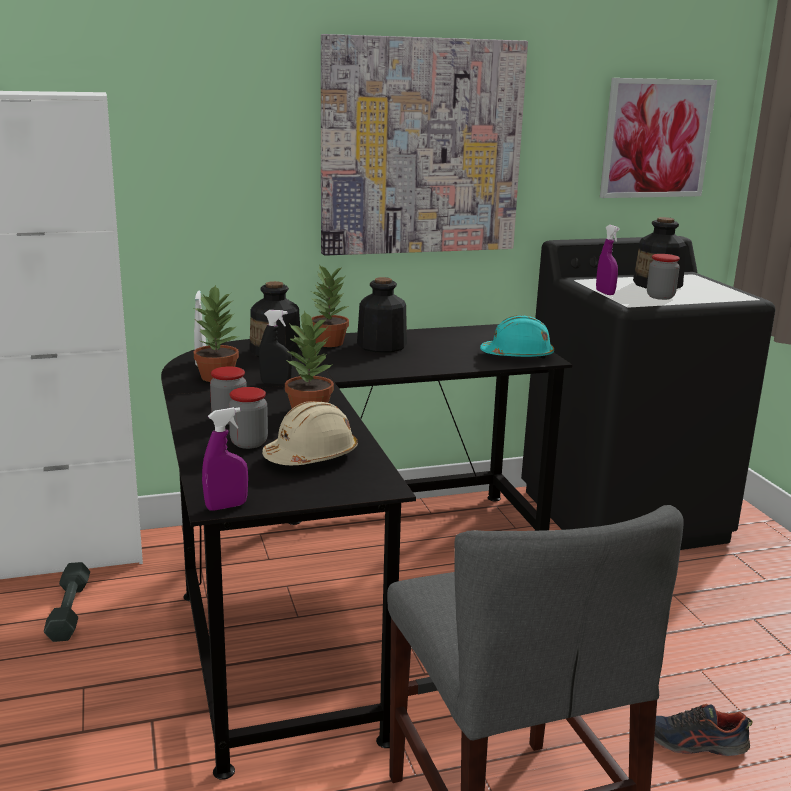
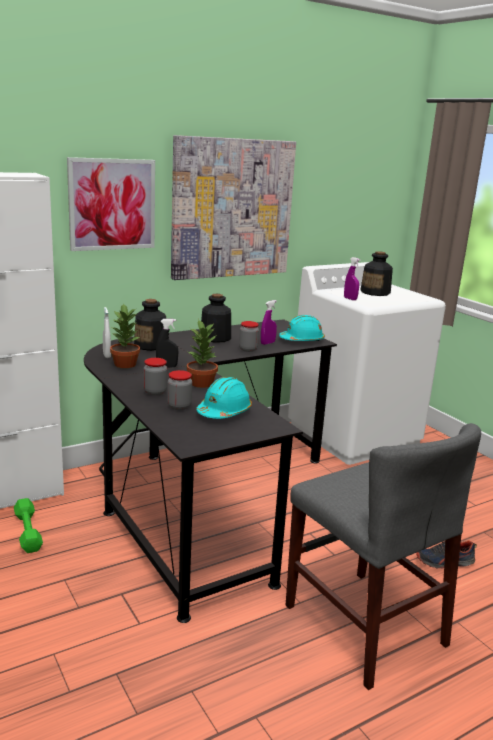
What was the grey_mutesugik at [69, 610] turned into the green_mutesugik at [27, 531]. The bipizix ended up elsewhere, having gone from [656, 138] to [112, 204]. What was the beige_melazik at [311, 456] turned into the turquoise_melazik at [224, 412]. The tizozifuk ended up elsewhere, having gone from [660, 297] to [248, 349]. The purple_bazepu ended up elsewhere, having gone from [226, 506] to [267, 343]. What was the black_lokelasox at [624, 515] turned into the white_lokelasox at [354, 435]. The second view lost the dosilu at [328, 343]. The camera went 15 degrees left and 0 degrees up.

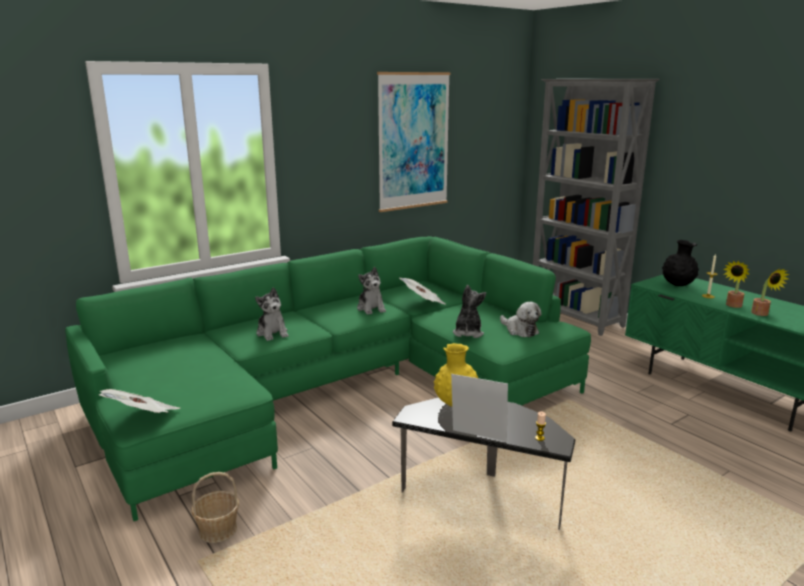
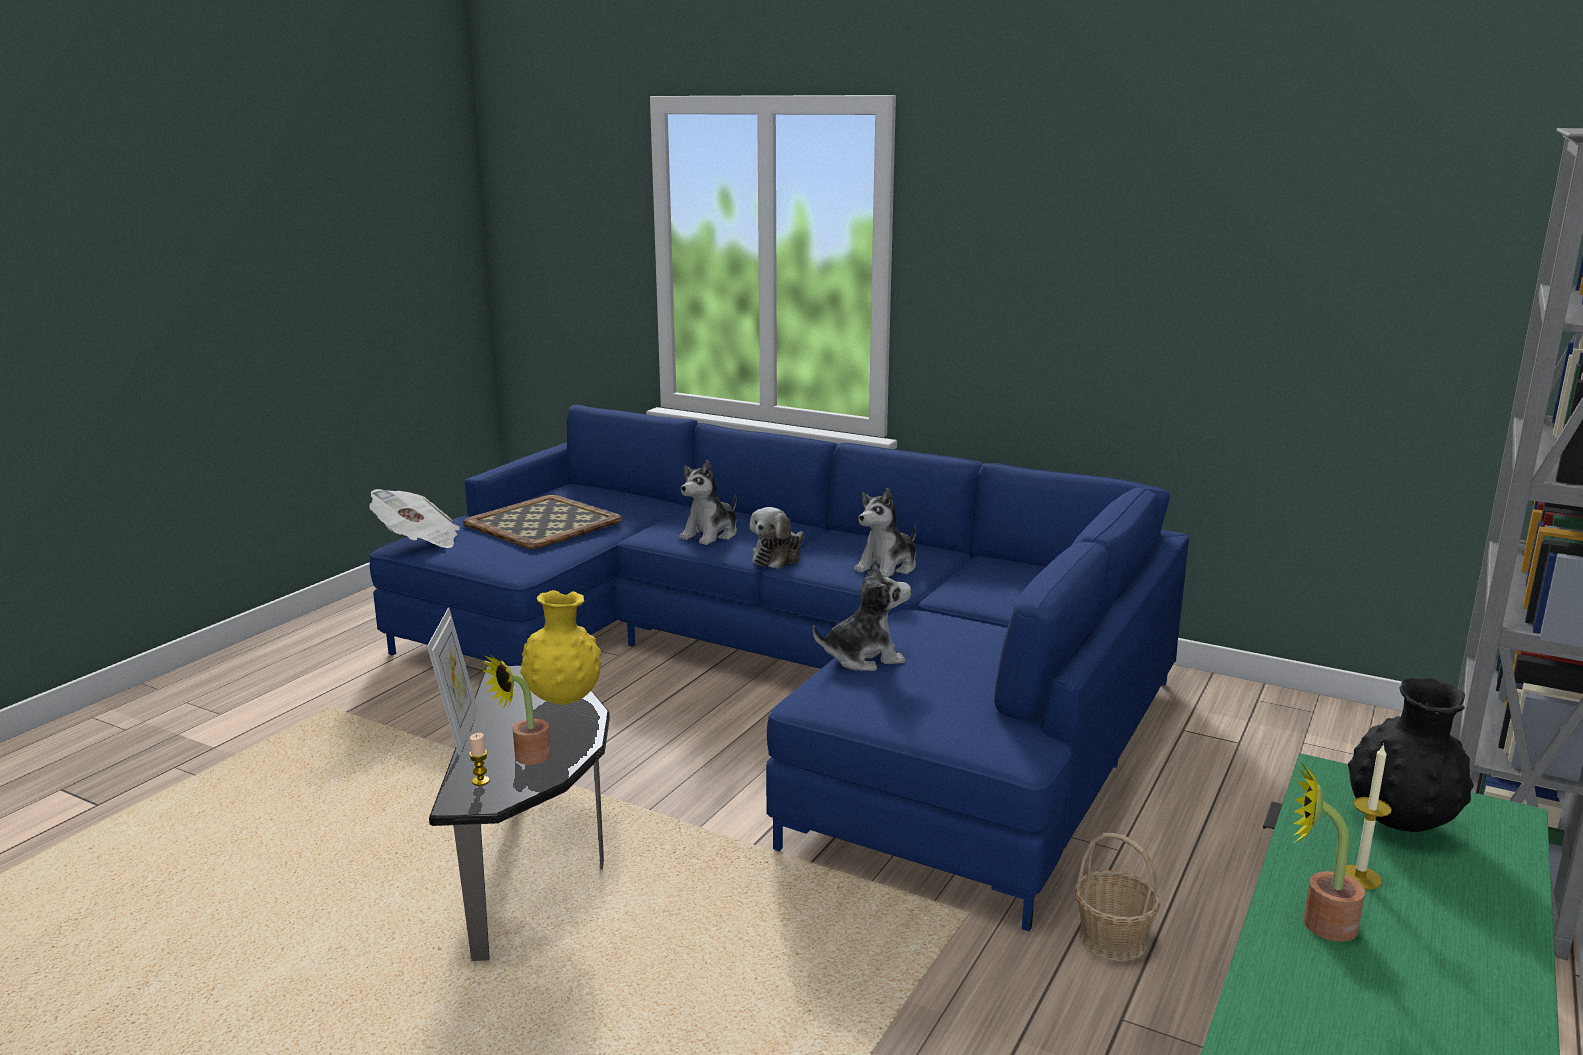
What was the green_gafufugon at [340, 388] turned into the blue_gafufugon at [788, 678]. The second view gained the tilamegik at [543, 523]. The dosilu ended up elsewhere, having gone from [762, 314] to [525, 758]. The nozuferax ended up elsewhere, having gone from [520, 330] to [778, 557]. The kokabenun ended up elsewhere, having gone from [217, 530] to [1112, 939]. The second view lost the bipizix at [413, 141]. The second view lost the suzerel at [423, 302]. The camera went 65 degrees right and 0 degrees up.

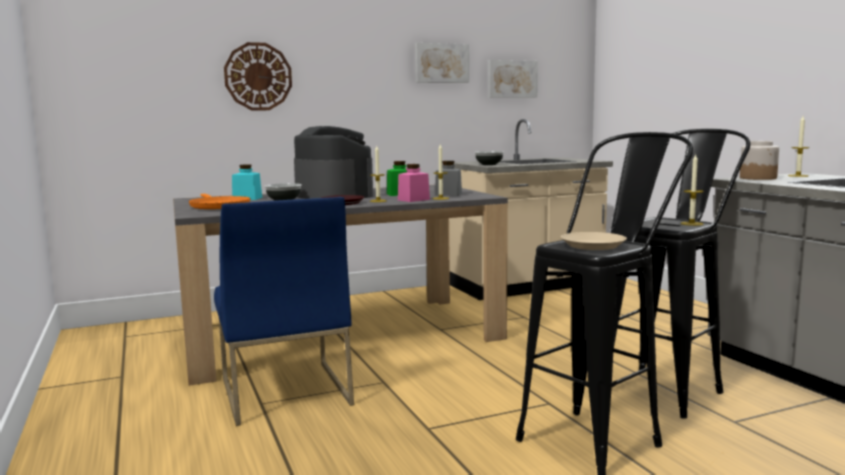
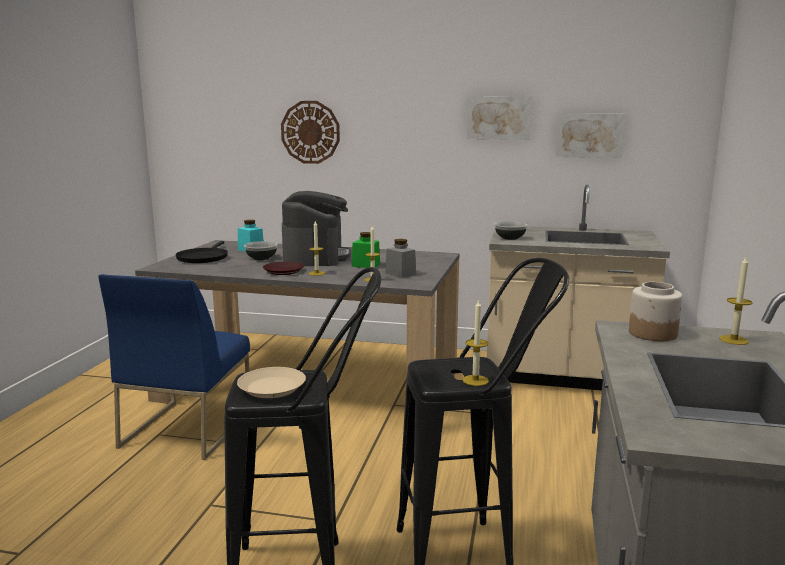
What was the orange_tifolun at [218, 206] turned into the black_tifolun at [203, 258]. The second view lost the pink_tizozifuk at [413, 200]. The camera went 35 degrees right and 5 degrees up.

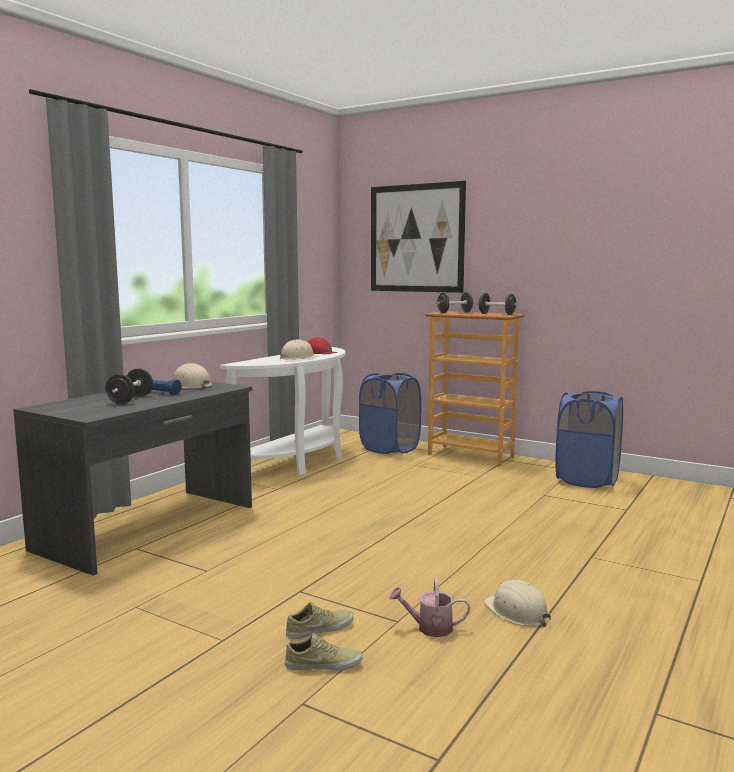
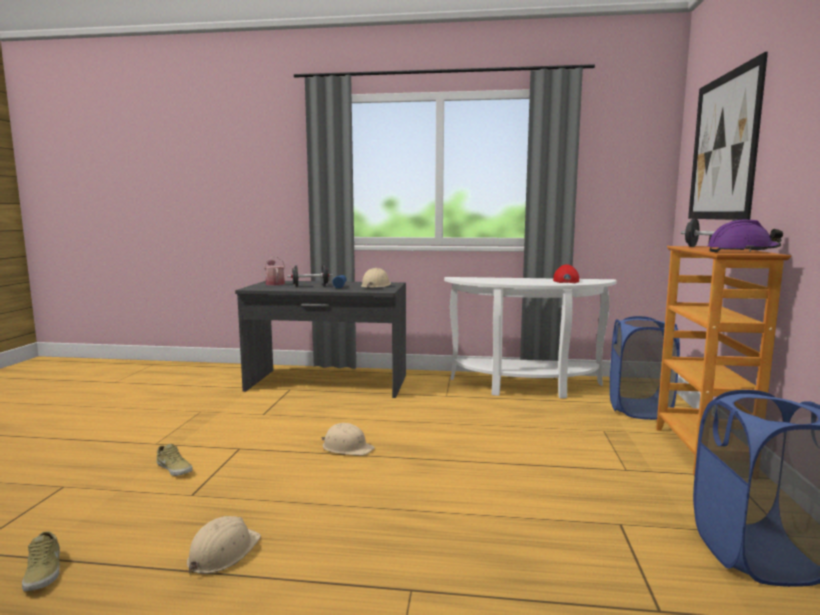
The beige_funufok ended up elsewhere, having gone from [323, 663] to [44, 571]. The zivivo ended up elsewhere, having gone from [429, 628] to [274, 283]. The beige_melazik ended up elsewhere, having gone from [298, 358] to [347, 447]. Where the black_mutesugik stood at [497, 314], the purple_melazik came to stand at [742, 252]. The camera went 65 degrees right and 0 degrees up.

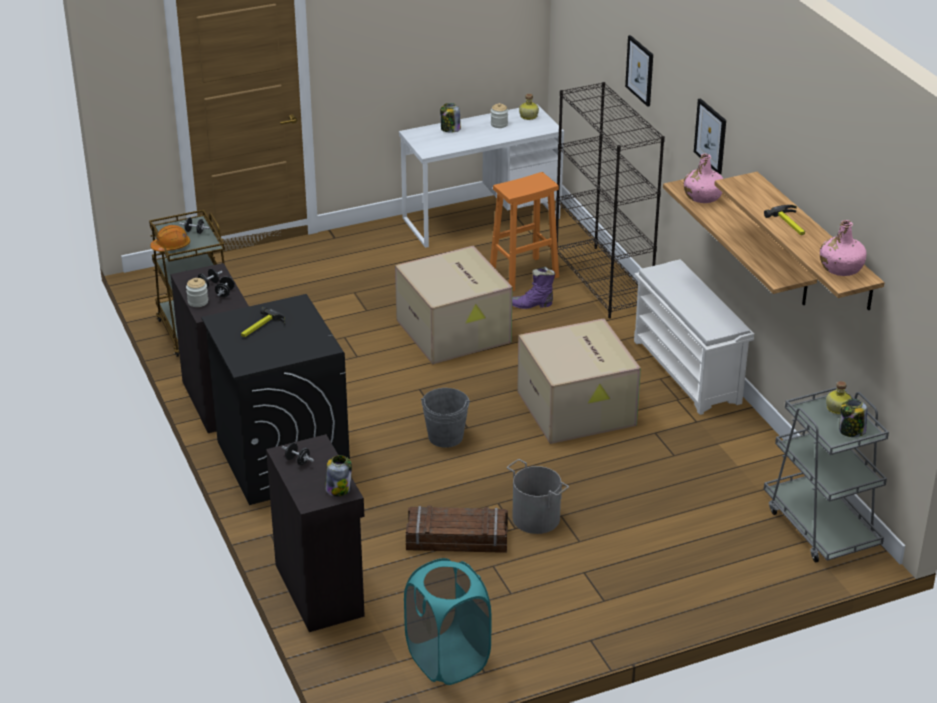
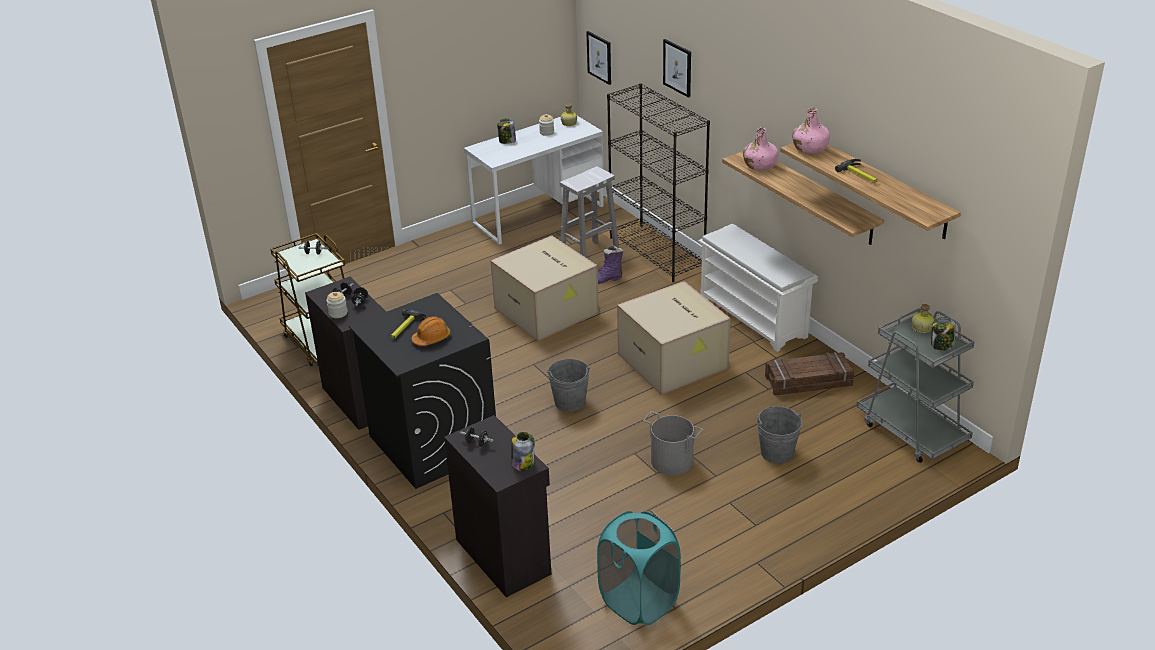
The orange_melazik ended up elsewhere, having gone from [171, 246] to [431, 338]. What was the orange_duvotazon at [523, 274] turned into the white_duvotazon at [589, 256]. The bipizix ended up elsewhere, having gone from [711, 136] to [599, 57]. The second view gained the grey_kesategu at [777, 453]. The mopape ended up elsewhere, having gone from [457, 539] to [808, 381]. The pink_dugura ended up elsewhere, having gone from [841, 268] to [810, 148]. The camera went 10 degrees left and 0 degrees up.

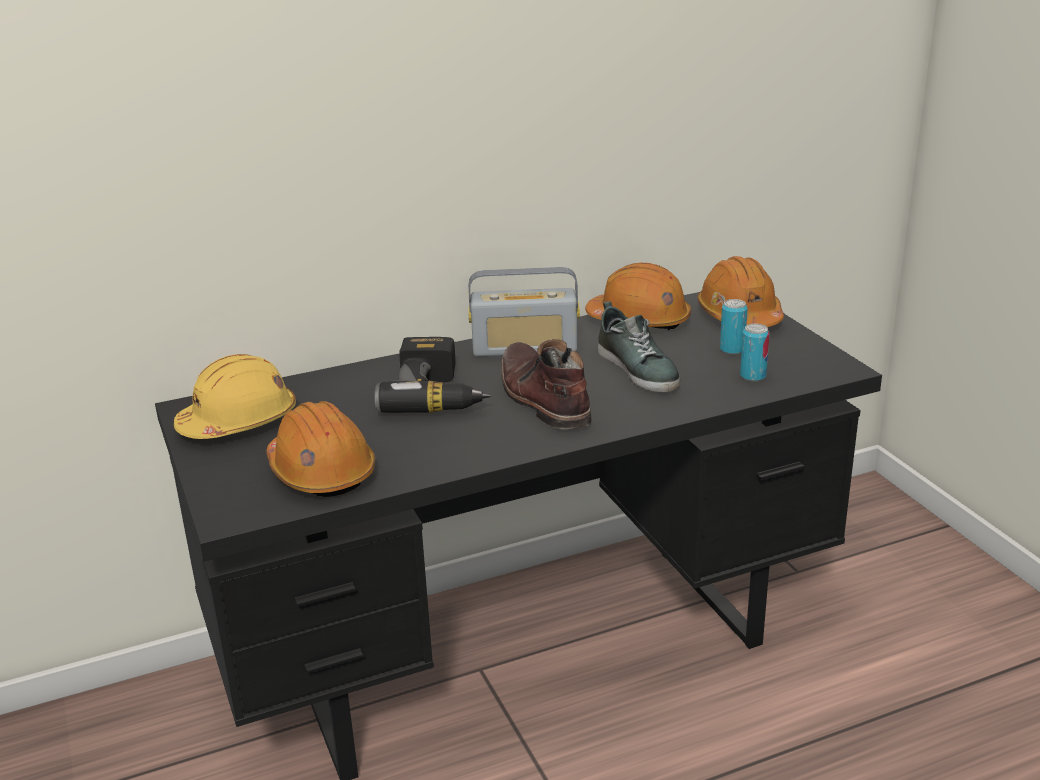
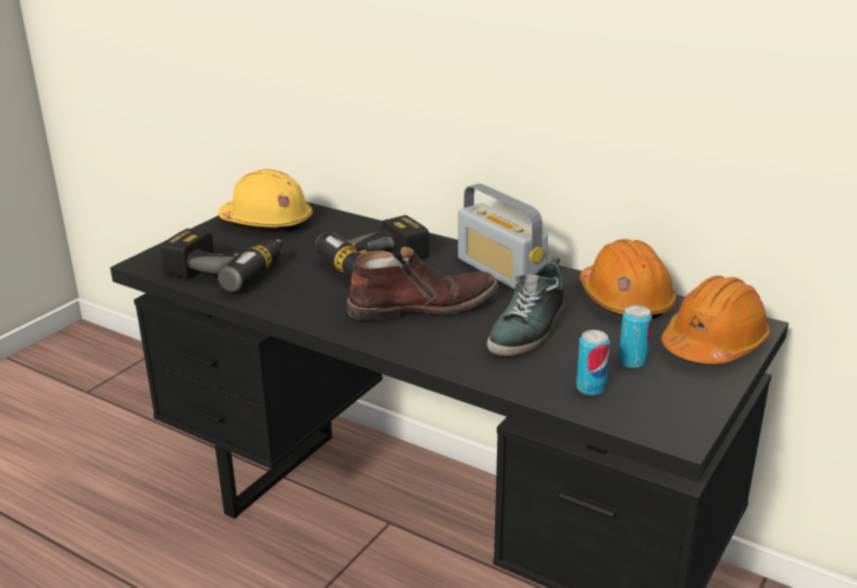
Where the orange_melazik stood at [321, 472], the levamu came to stand at [227, 269]. The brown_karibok at [542, 398] ended up facing another way, 45 degrees clockwise from before. The camera went 55 degrees right and 0 degrees up.

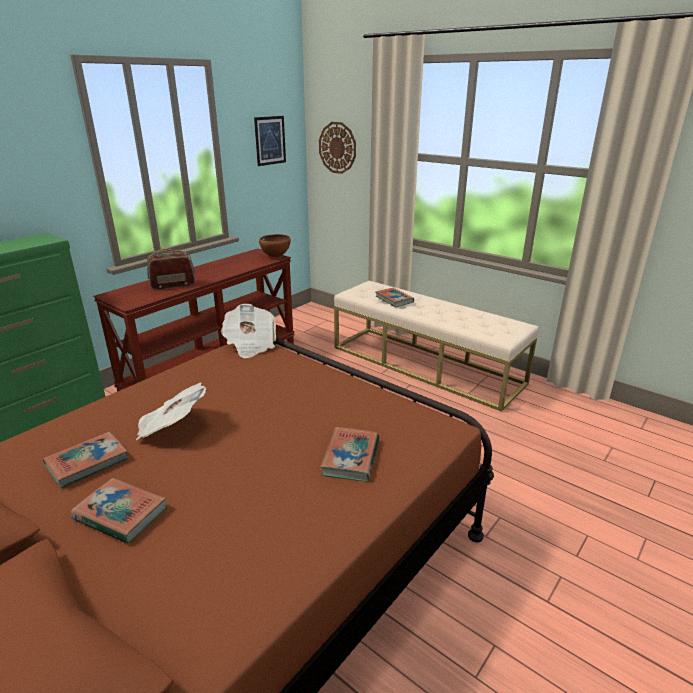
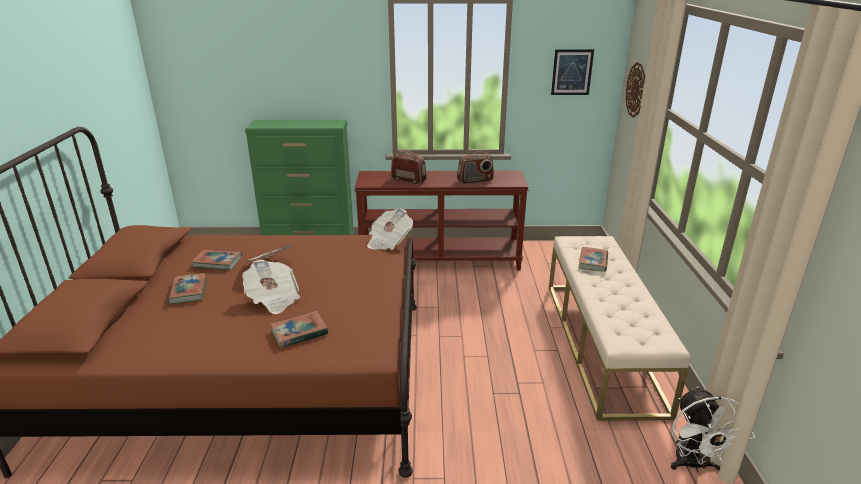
The second view gained the suzerel at [273, 299]. The second view gained the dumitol at [475, 181]. The second view gained the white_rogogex at [694, 465]. The second view lost the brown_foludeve at [276, 256]. The camera went 50 degrees right and 0 degrees up.

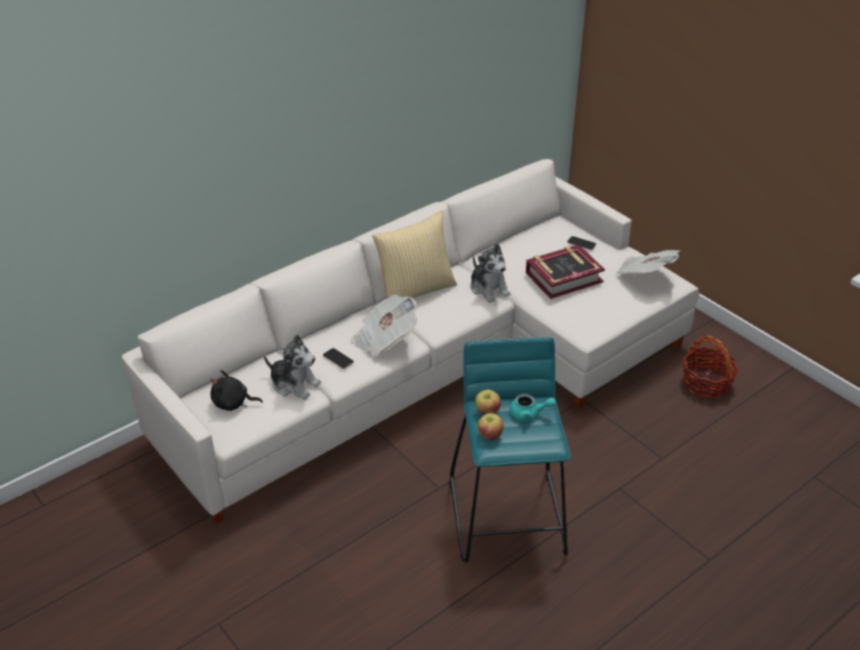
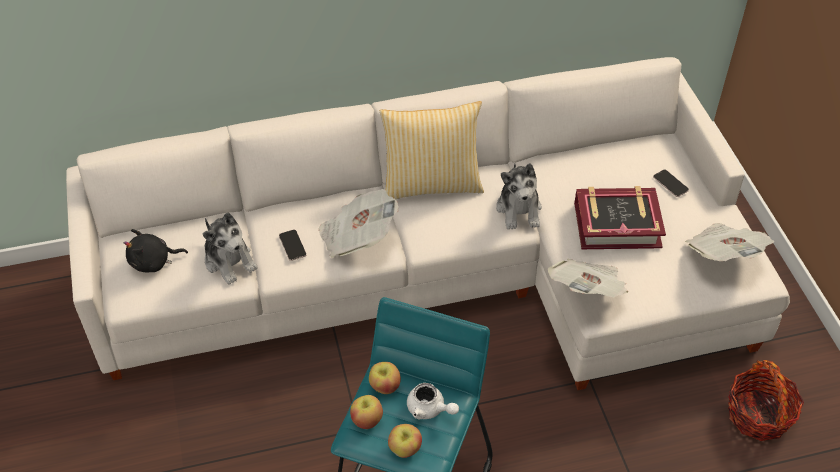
The black_nozuferax at [233, 403] ended up facing another way, 45 degrees counterclockwise from before. The second view gained the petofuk at [405, 449]. What was the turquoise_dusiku at [529, 414] turned into the white_dusiku at [430, 409]. The second view gained the suzerel at [588, 291]. The camera went 25 degrees right and 10 degrees up.

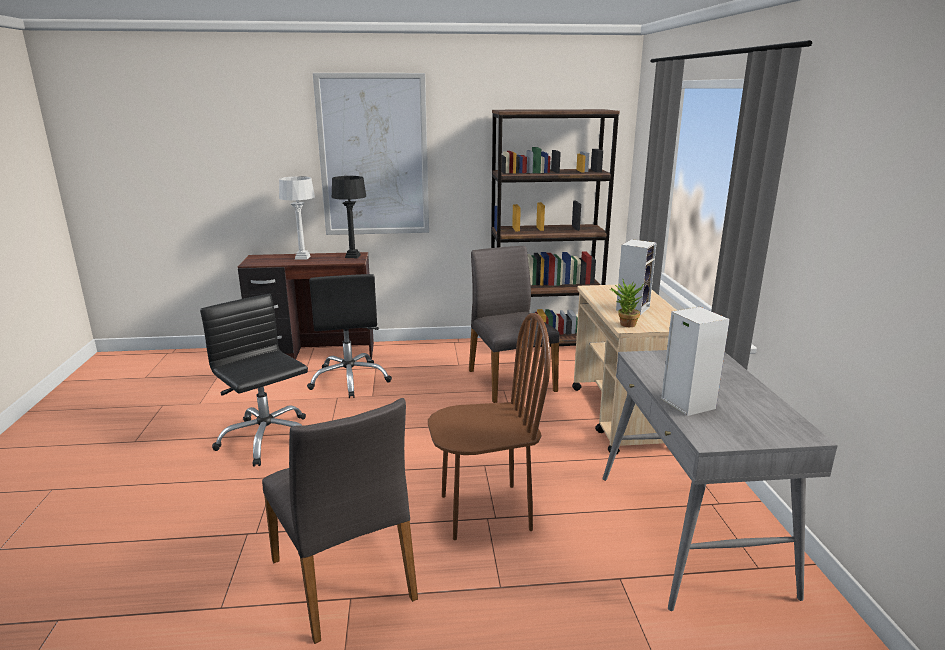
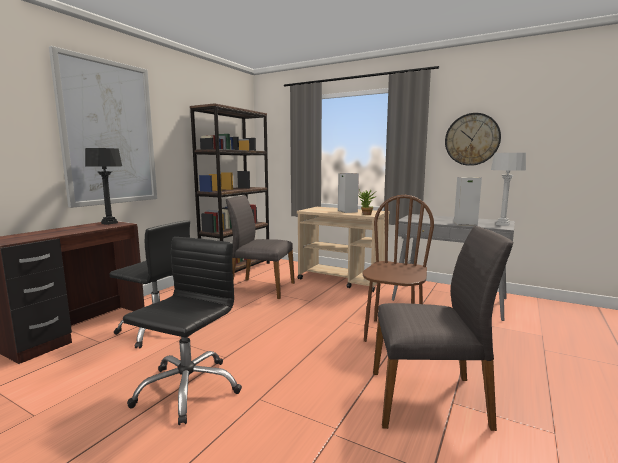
The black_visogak at [266, 439] ended up facing another way, 120 degrees clockwise from before. The second view gained the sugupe at [472, 139]. The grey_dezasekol ended up elsewhere, having gone from [303, 257] to [502, 224]. The camera went 55 degrees left and 10 degrees down.

